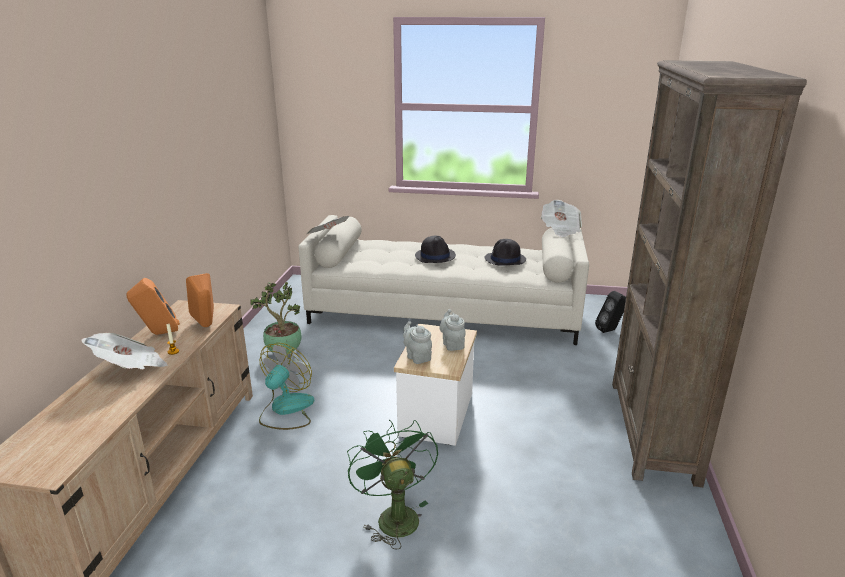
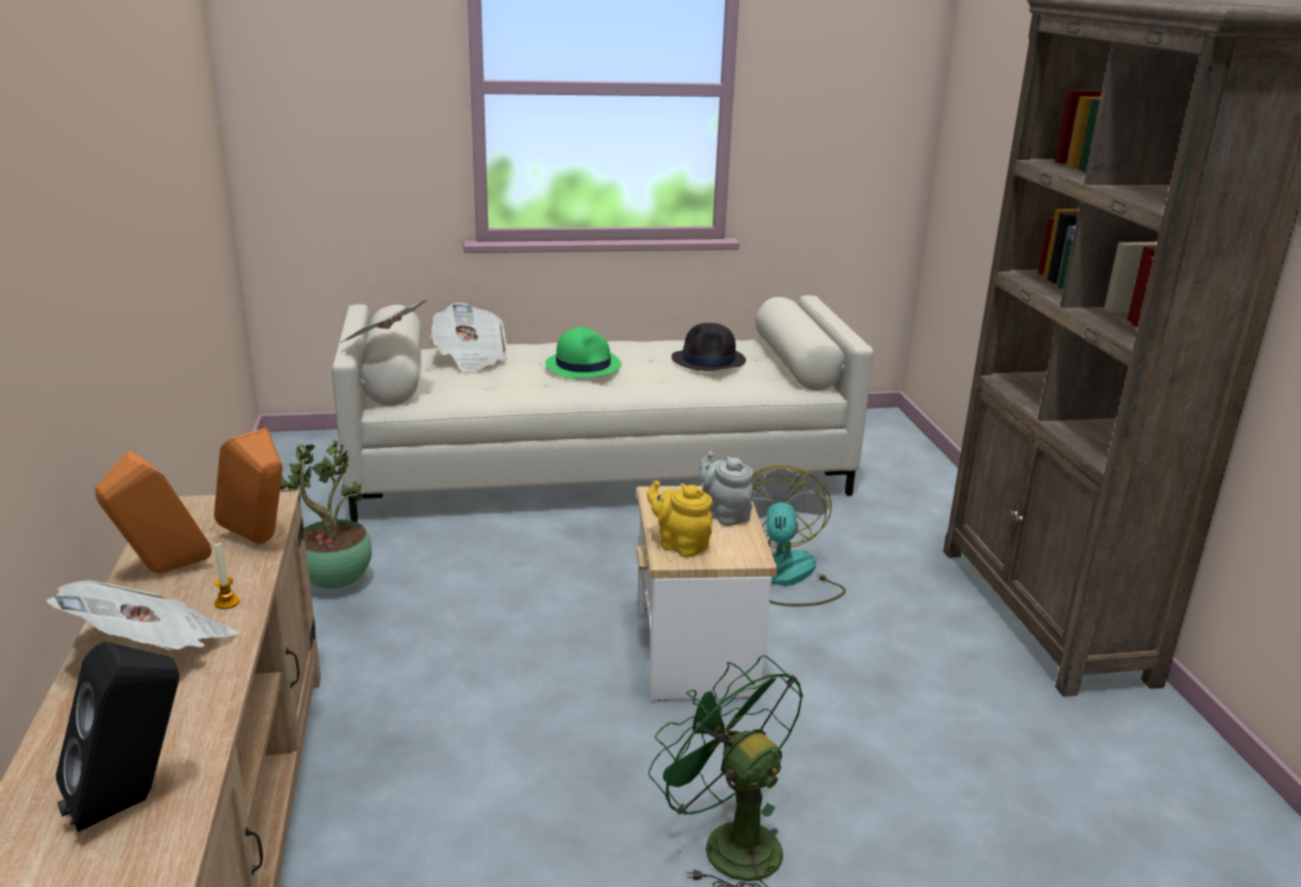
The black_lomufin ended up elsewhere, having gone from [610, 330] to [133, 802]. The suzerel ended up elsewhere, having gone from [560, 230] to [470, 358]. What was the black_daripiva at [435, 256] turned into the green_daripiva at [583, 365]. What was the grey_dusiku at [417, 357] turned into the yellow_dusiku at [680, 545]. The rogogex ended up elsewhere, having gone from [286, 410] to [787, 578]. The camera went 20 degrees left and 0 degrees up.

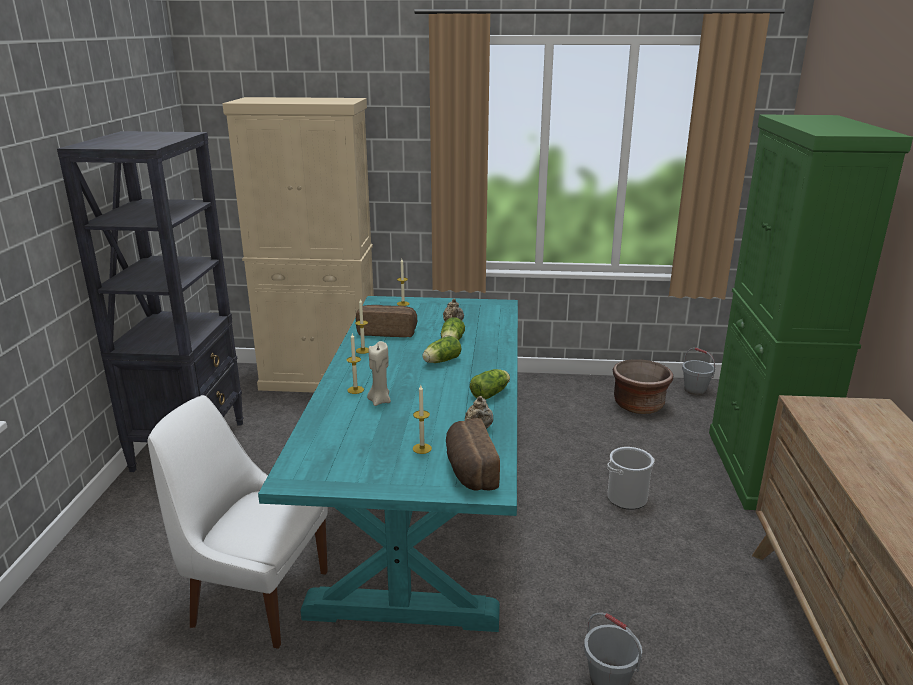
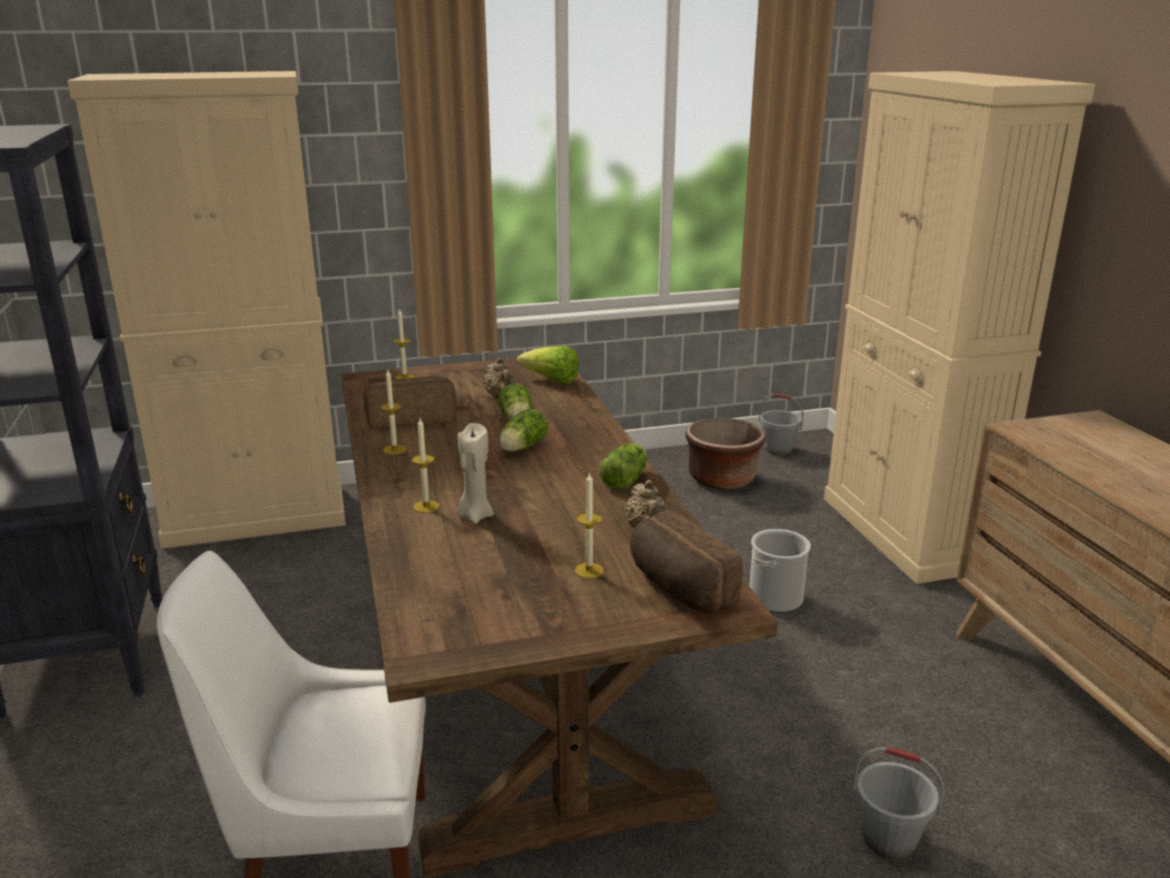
What was the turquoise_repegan at [425, 500] turned into the brown_repegan at [513, 658]. The second view gained the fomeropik at [552, 381]. What was the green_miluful at [759, 470] turned into the beige_miluful at [905, 533]. The camera went 20 degrees left and 0 degrees up.

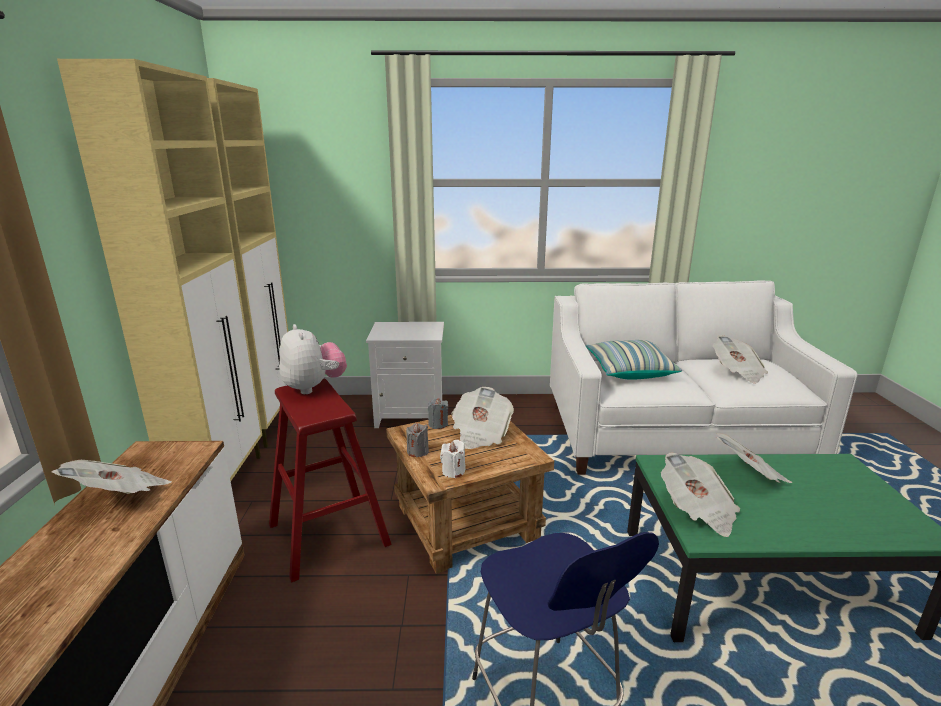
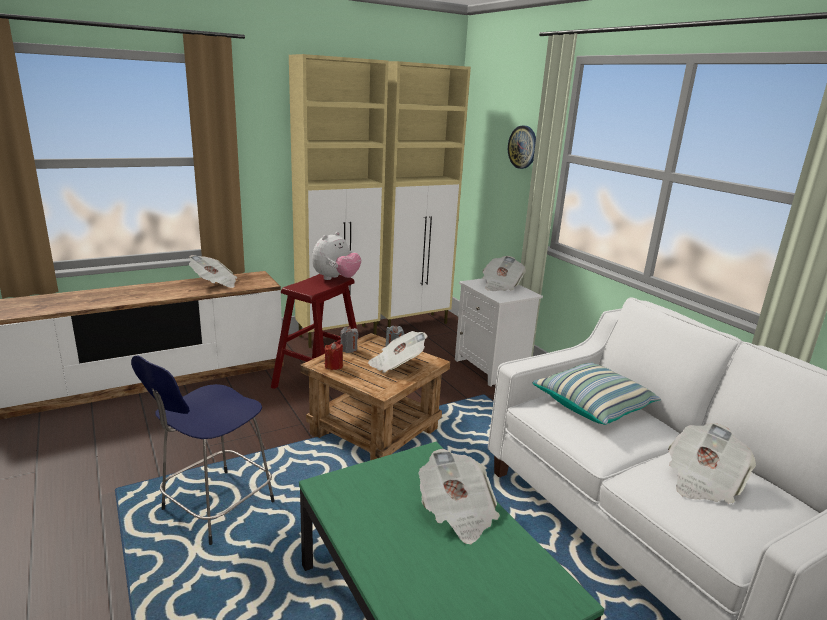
What was the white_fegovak at [453, 471] turned into the red_fegovak at [333, 366]. The suzerel ended up elsewhere, having gone from [697, 511] to [500, 285]. The second view gained the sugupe at [523, 147]. The camera went 60 degrees right and 0 degrees up.

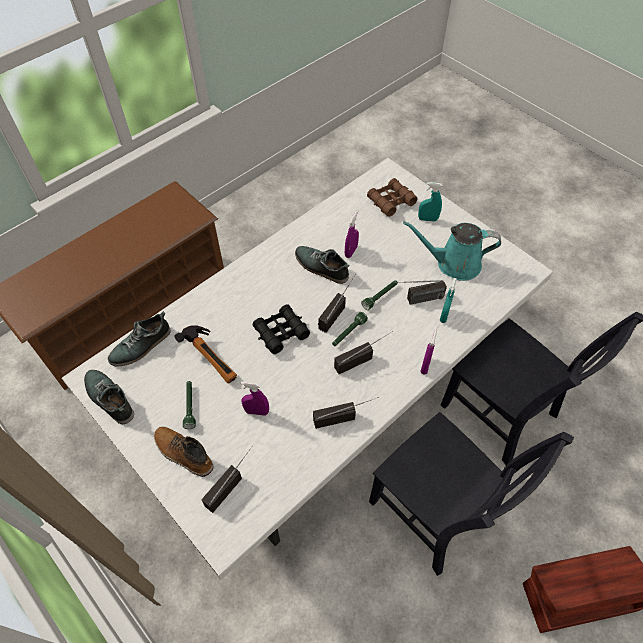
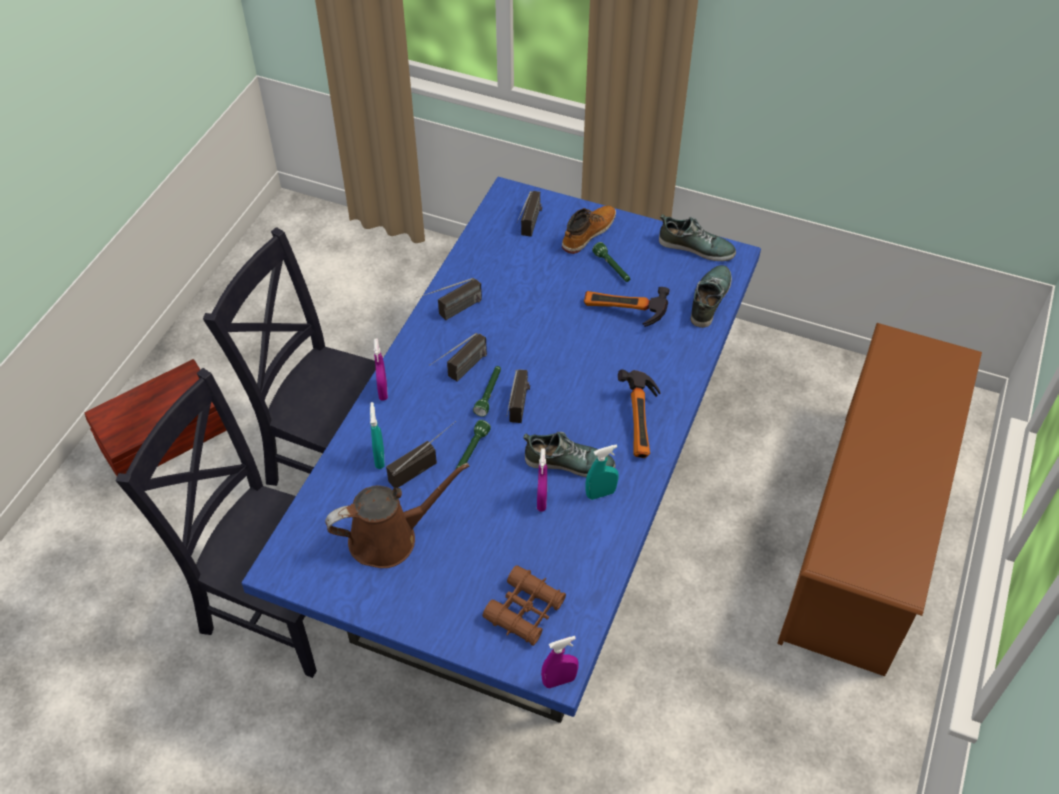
What was the white_repegan at [320, 401] turned into the blue_repegan at [529, 522]. What was the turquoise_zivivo at [454, 263] turned into the brown_zivivo at [389, 537]. The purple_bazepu ended up elsewhere, having gone from [256, 411] to [559, 680]. The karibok at [183, 454] ended up facing another way, 60 degrees counterclockwise from before. The turquoise_bazepu ended up elsewhere, having gone from [427, 219] to [600, 493]. The second view gained the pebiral at [643, 423]. The second view lost the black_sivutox at [281, 332]. The camera went 155 degrees right and 5 degrees down.

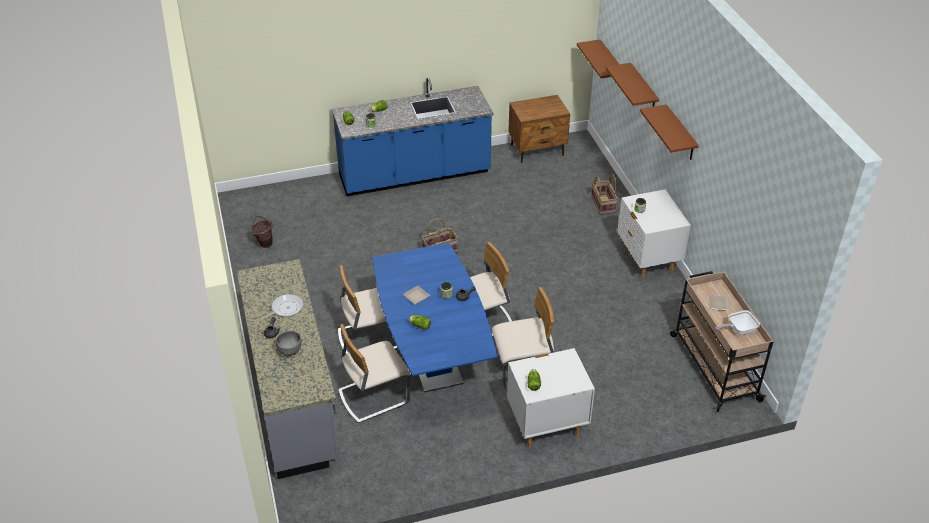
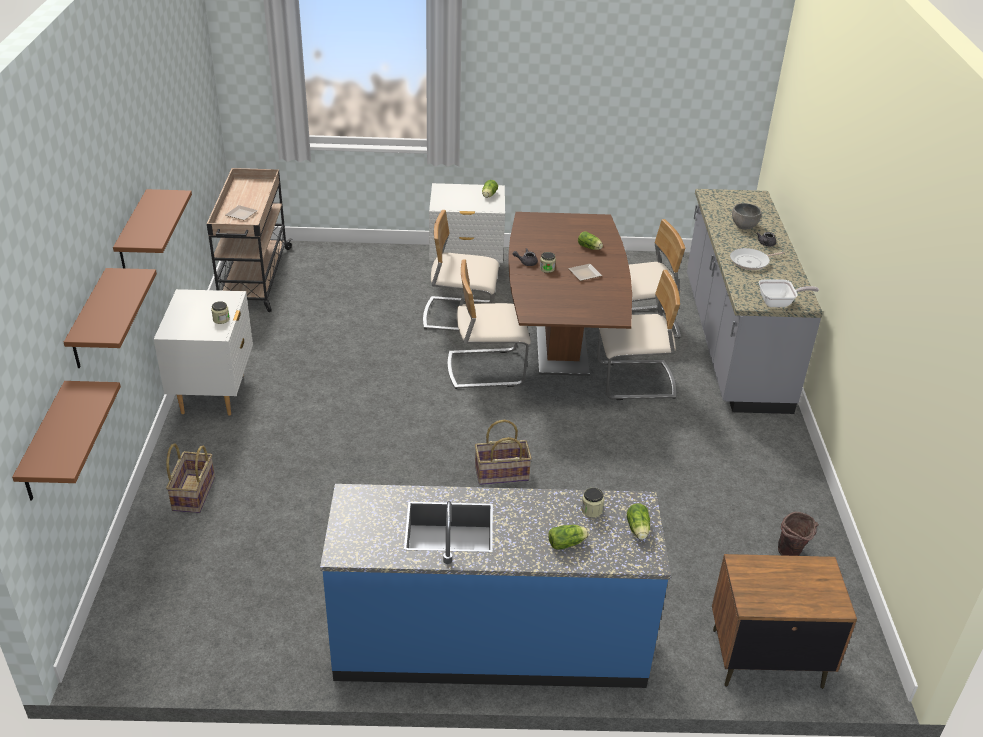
What was the blue_repegan at [433, 359] turned into the brown_repegan at [561, 345]. The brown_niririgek ended up elsewhere, having gone from [537, 150] to [765, 658]. The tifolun ended up elsewhere, having gone from [738, 330] to [779, 303]. The camera went 165 degrees left and 5 degrees down.

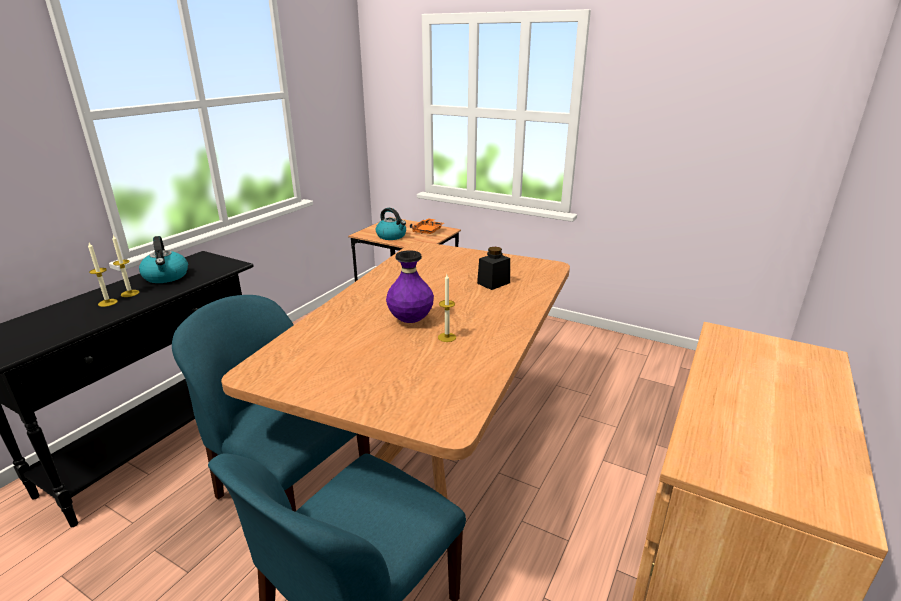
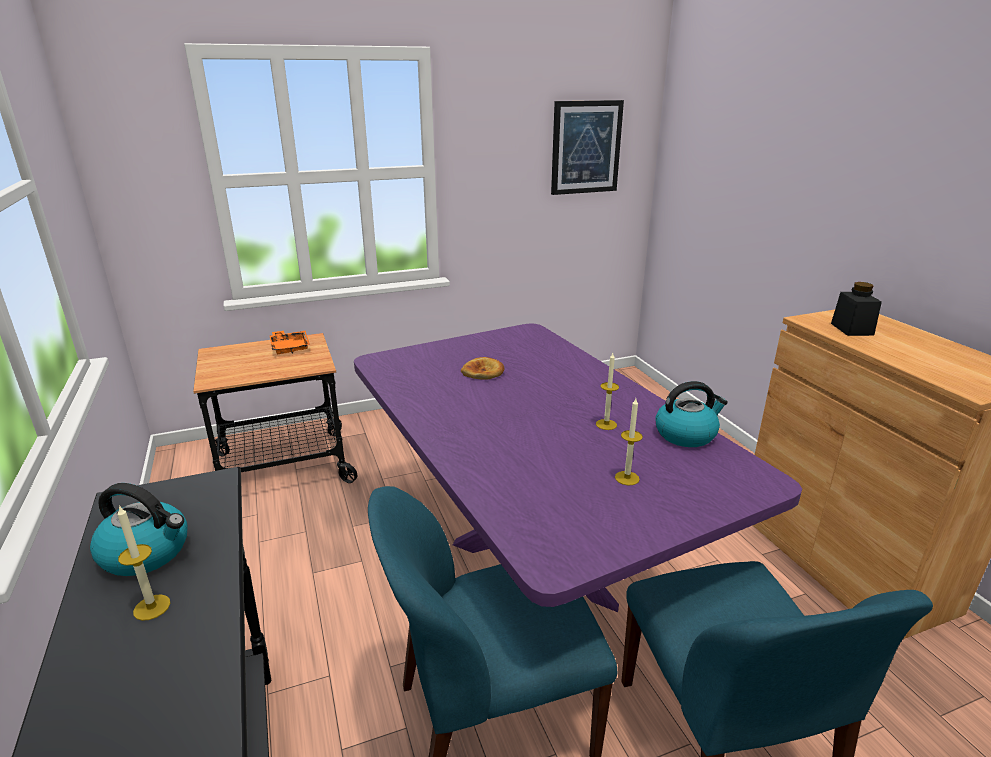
What was the brown_repegan at [432, 445] turned into the purple_repegan at [530, 571]. The second view gained the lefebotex at [483, 372]. The second view gained the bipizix at [586, 147]. The fegovak ended up elsewhere, having gone from [108, 302] to [627, 478]. The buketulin ended up elsewhere, having gone from [392, 236] to [686, 434]. The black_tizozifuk ended up elsewhere, having gone from [493, 283] to [852, 329]. The second view lost the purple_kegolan at [410, 320]. The camera went 50 degrees left and 0 degrees up.

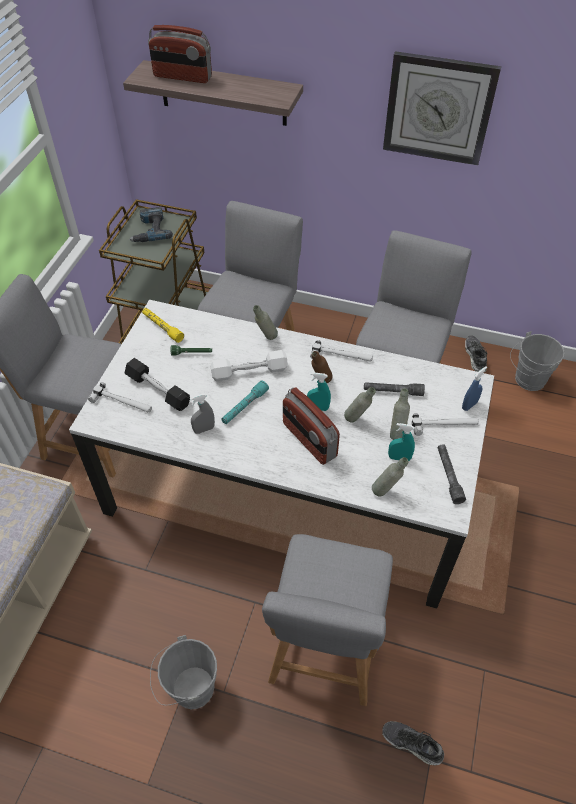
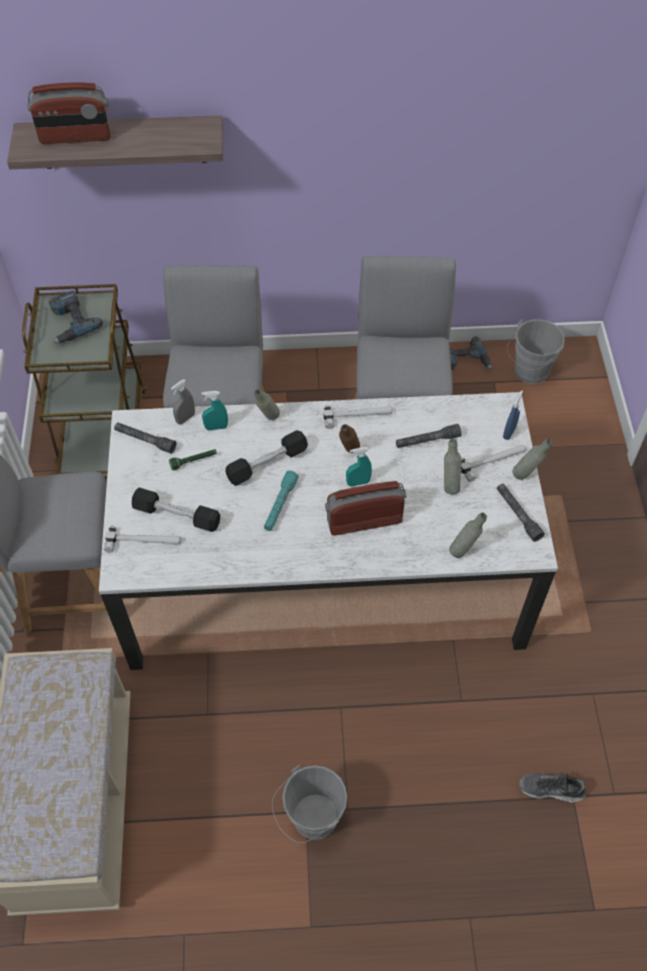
What was the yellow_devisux at [162, 327] turned into the grey_devisux at [145, 440]. The grey_bazepu ended up elsewhere, having gone from [204, 429] to [185, 418]. The turquoise_bazepu ended up elsewhere, having gone from [399, 458] to [216, 427]. What was the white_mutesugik at [249, 372] turned into the black_mutesugik at [267, 464]. The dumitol at [309, 440] ended up facing another way, 135 degrees clockwise from before. Where the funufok stood at [475, 357], the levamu came to stand at [465, 361]. The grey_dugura ended up elsewhere, having gone from [357, 420] to [526, 475]. The second view lost the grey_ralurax at [324, 653]. The second view lost the sugupe at [438, 109]. The camera went 20 degrees left and 5 degrees up.

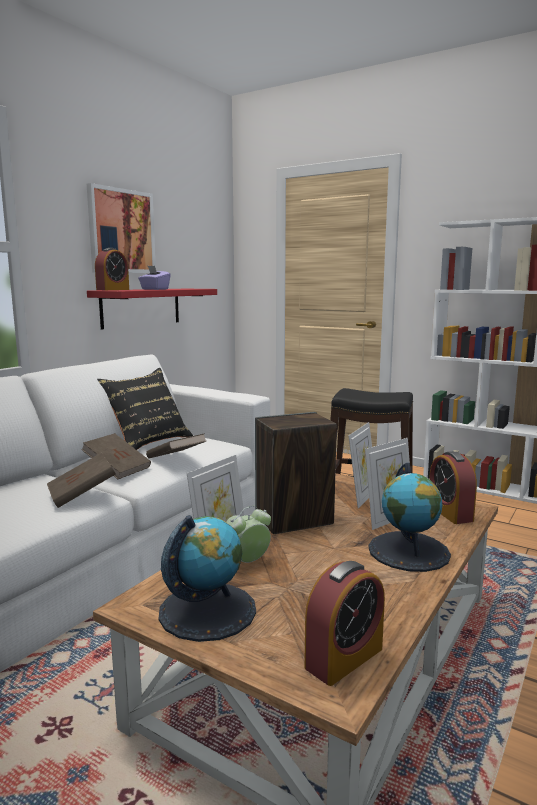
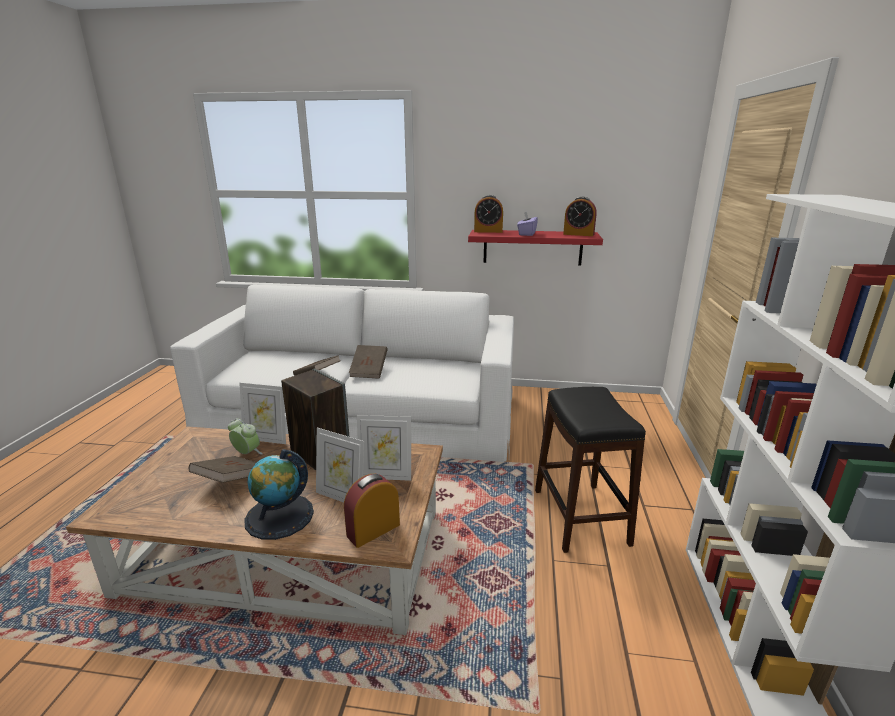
The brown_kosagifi ended up elsewhere, having gone from [176, 459] to [231, 481]. The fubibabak ended up elsewhere, having gone from [344, 658] to [578, 234]. The second view lost the bipizix at [121, 231]. The second view lost the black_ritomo at [147, 441]. The second view lost the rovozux at [207, 610]. The camera went 65 degrees right and 10 degrees up.

